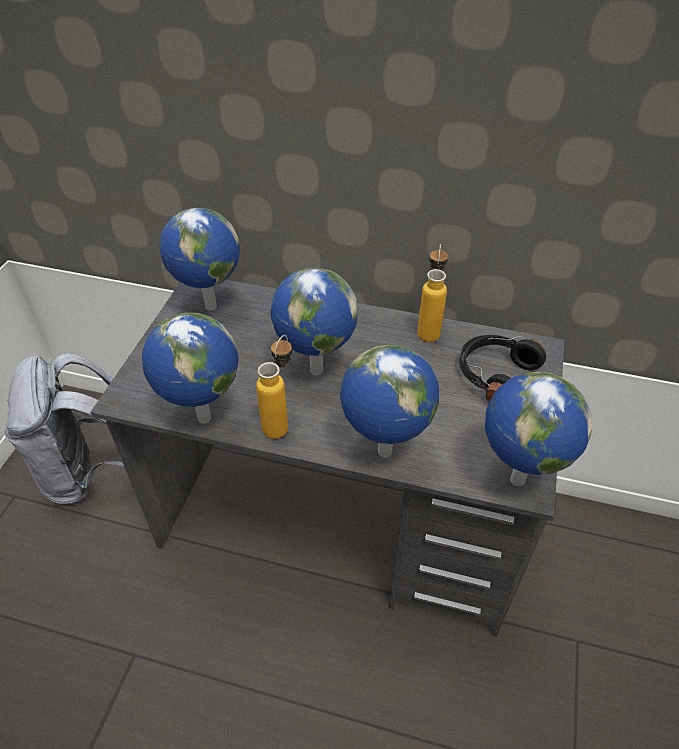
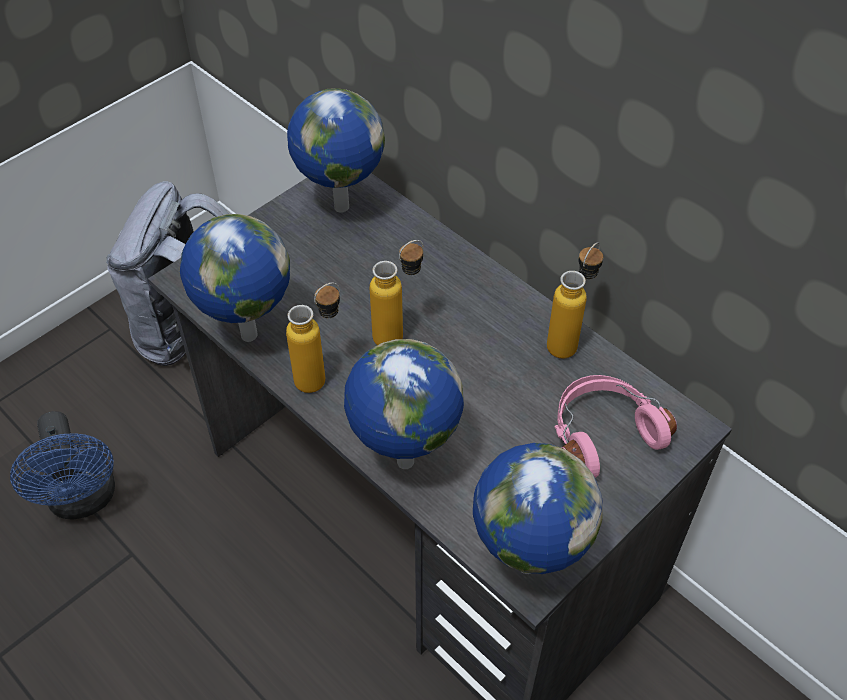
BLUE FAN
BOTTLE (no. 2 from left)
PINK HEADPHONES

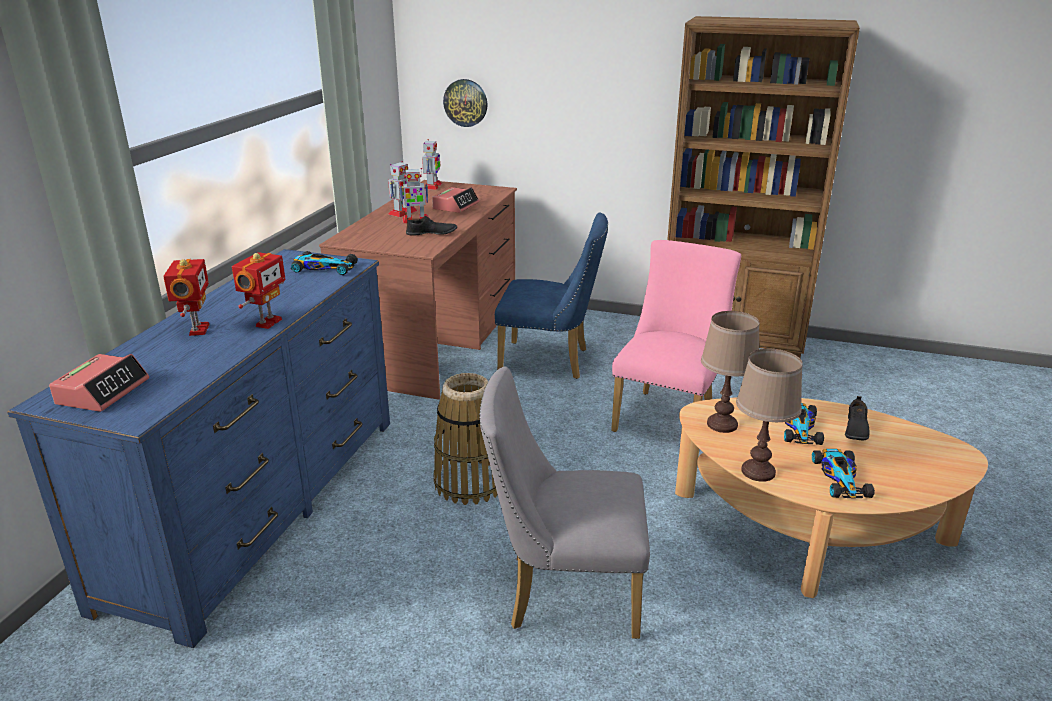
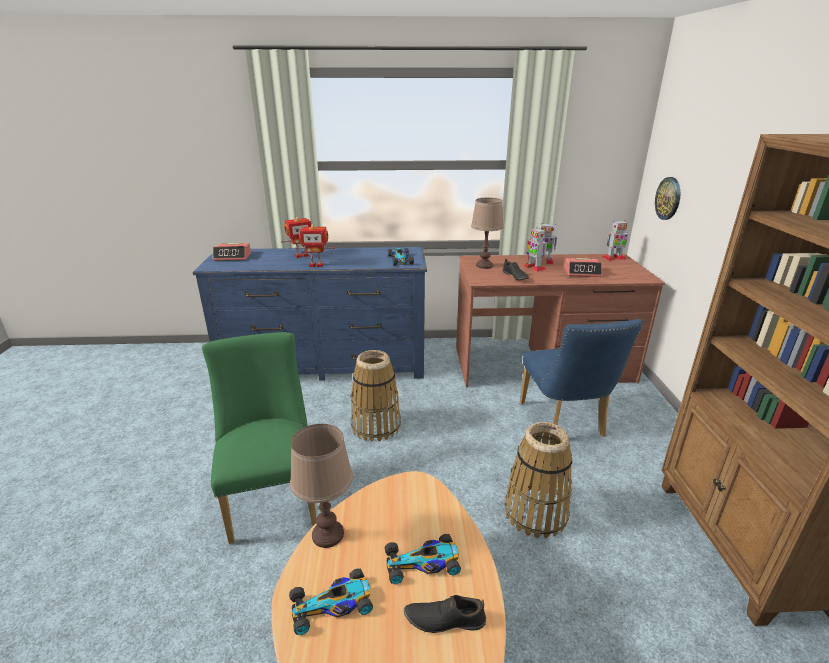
GREEN CHAIR
BROWN TABLE LAMP (no. 2 from left)
BASKET (no. 2 from left)

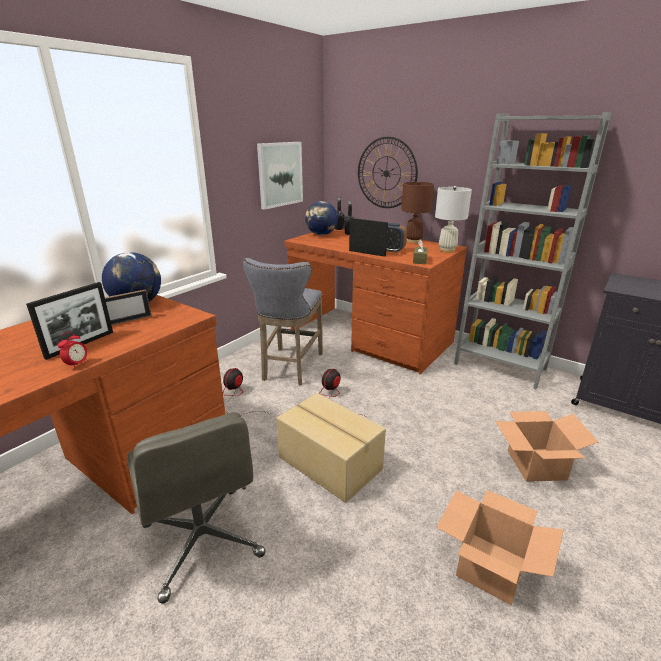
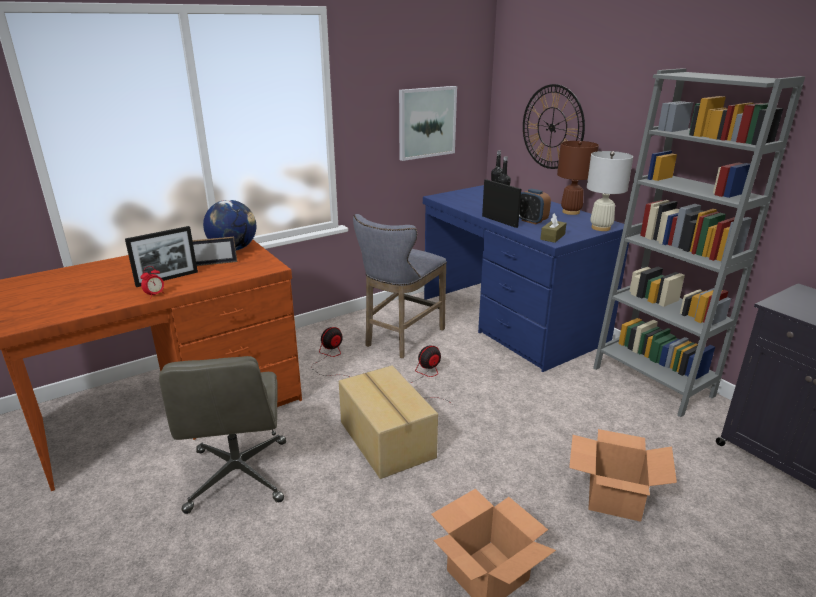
BLUE DESK
GLOBE (no. 2 from left in the first image)

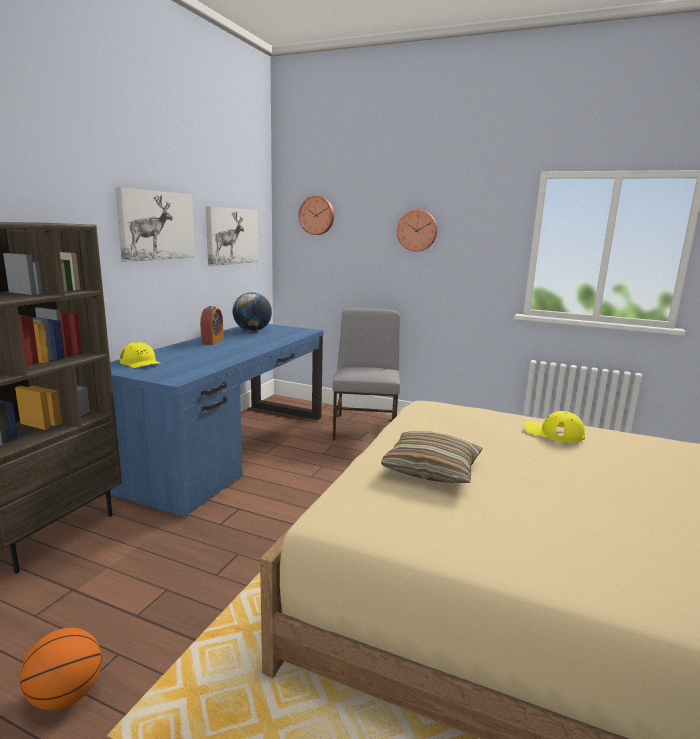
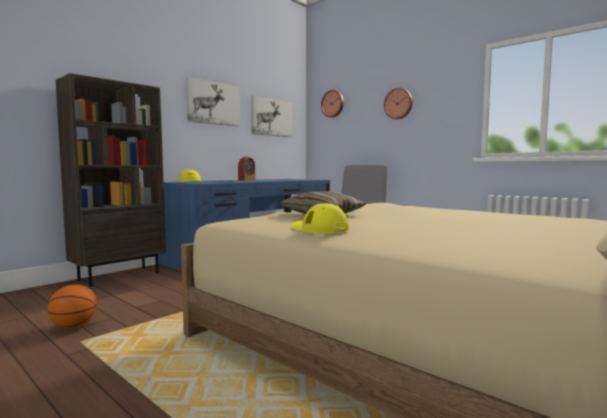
YELLOW CAP (no. 2 from left)
GLOBE

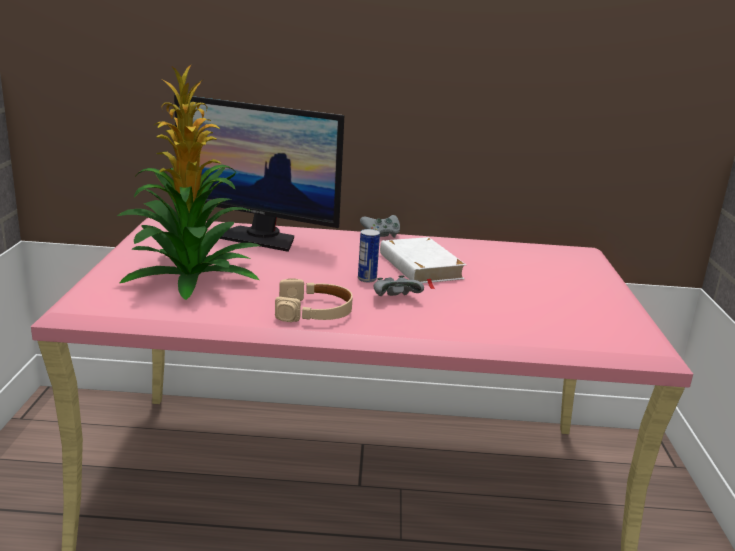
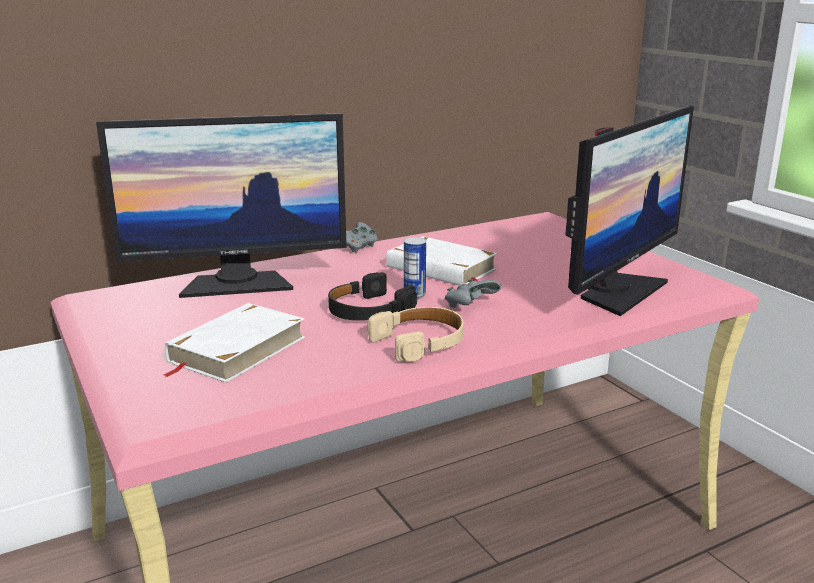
WHITE BOOK (no. 1 from left)
BLACK HEADPHONES
MONITOR (no. 2 from left)

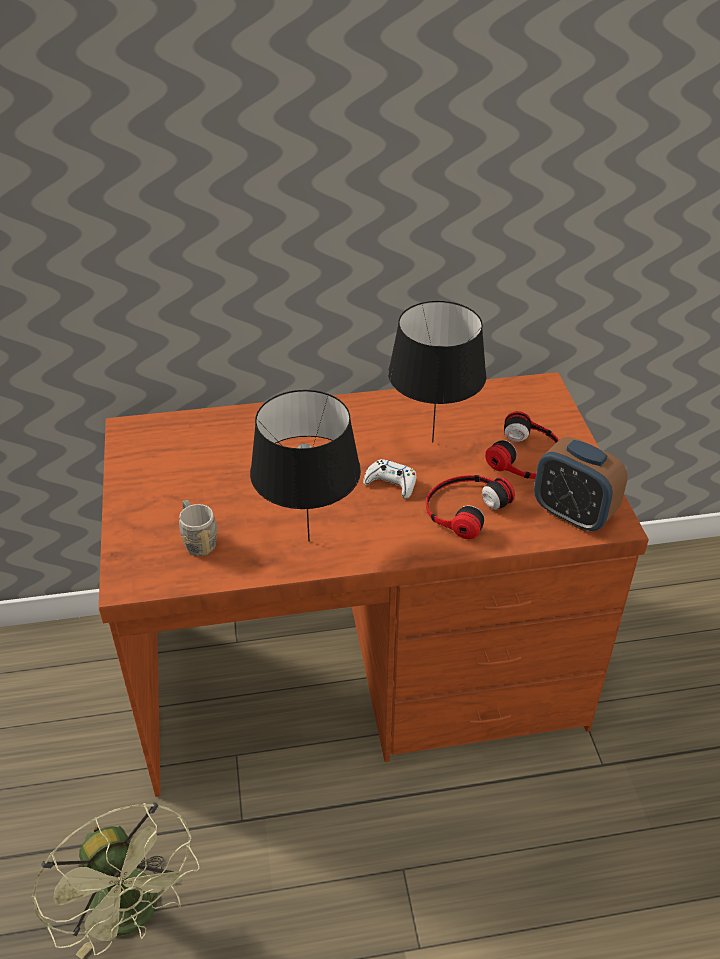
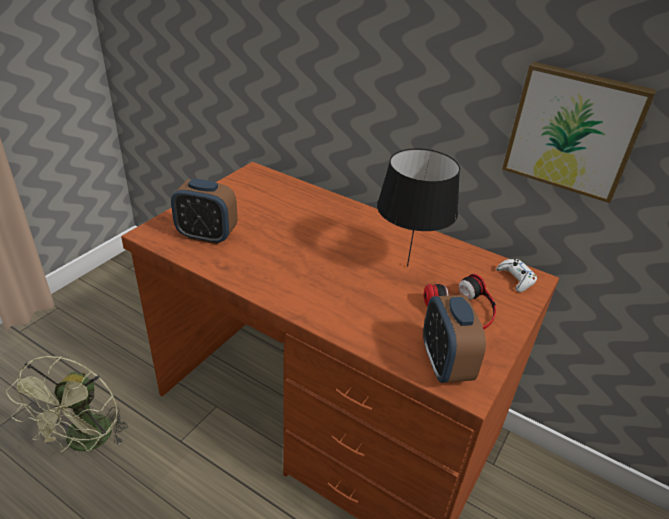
ALARM CLOCK (no. 1 from left)
WHITE GAME CONTROLLER
PICTURE
BLACK TABLE LAMP (no. 1 from left in the first image)
HEADPHONES (no. 1 from left in the first image)

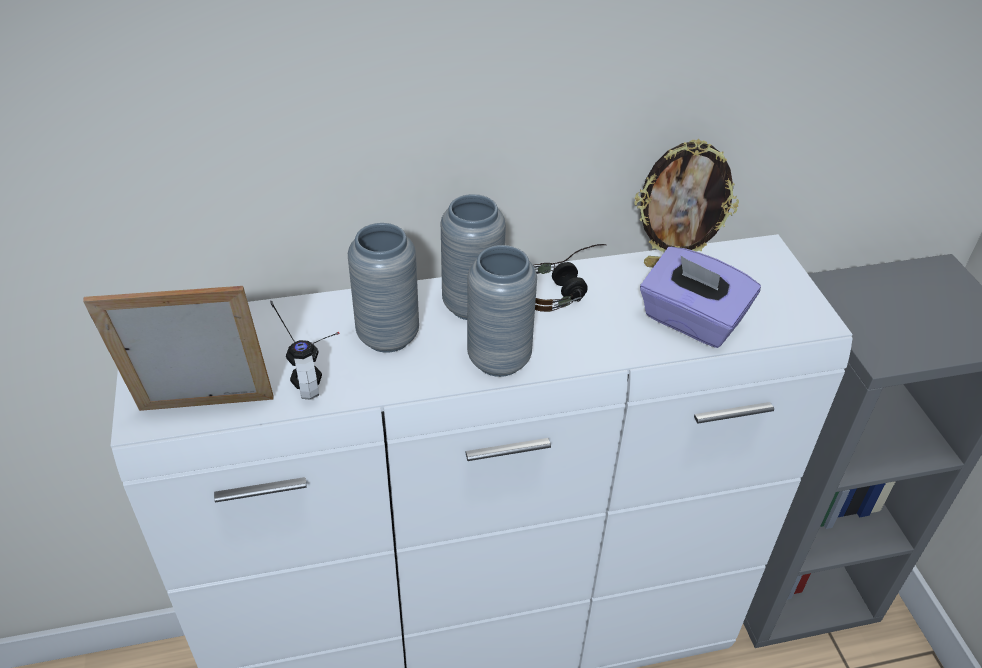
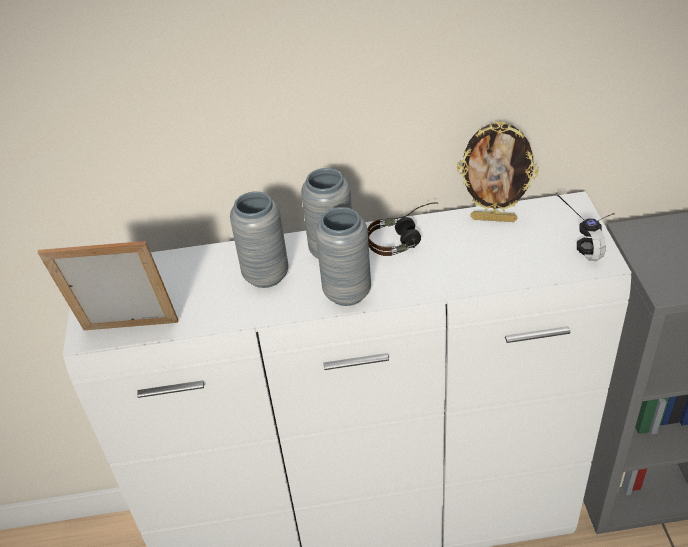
HEADPHONES (no. 2 from left)
PURPLE TISSUE BOX

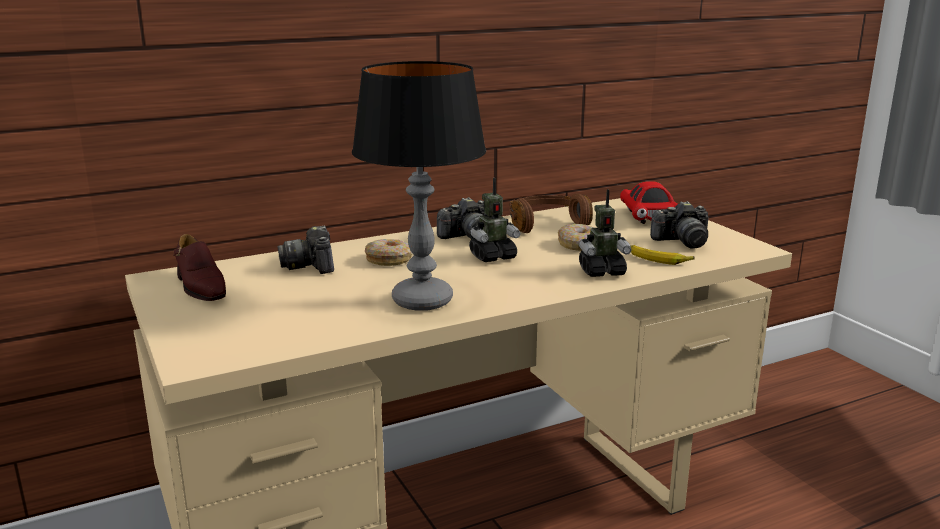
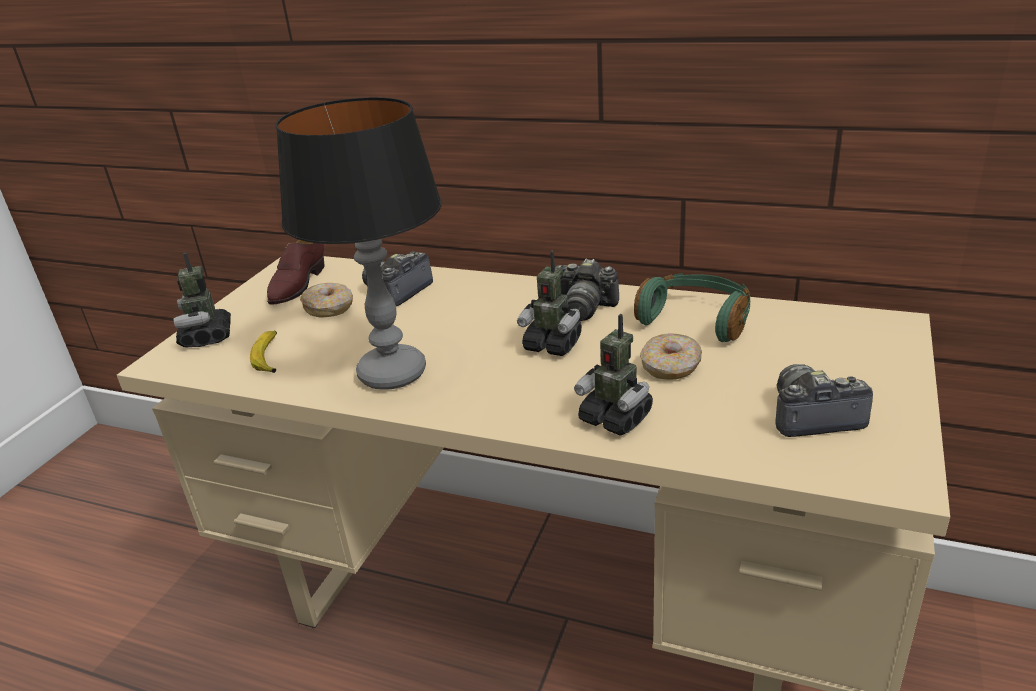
TOY ROBOT (no. 1 from left)
BANANA
DONUT (no. 1 from left)
GREEN HEADPHONES
PHOTO CAMERA (no. 3 from left)
RED TOY CAR

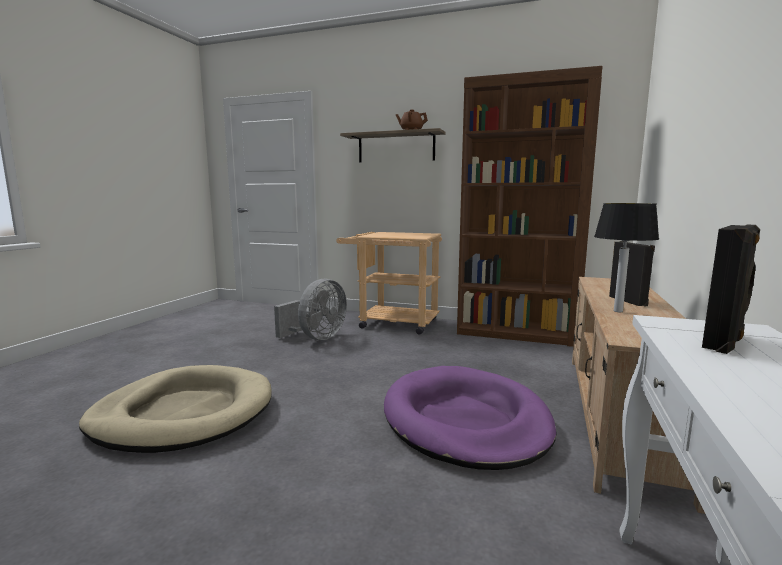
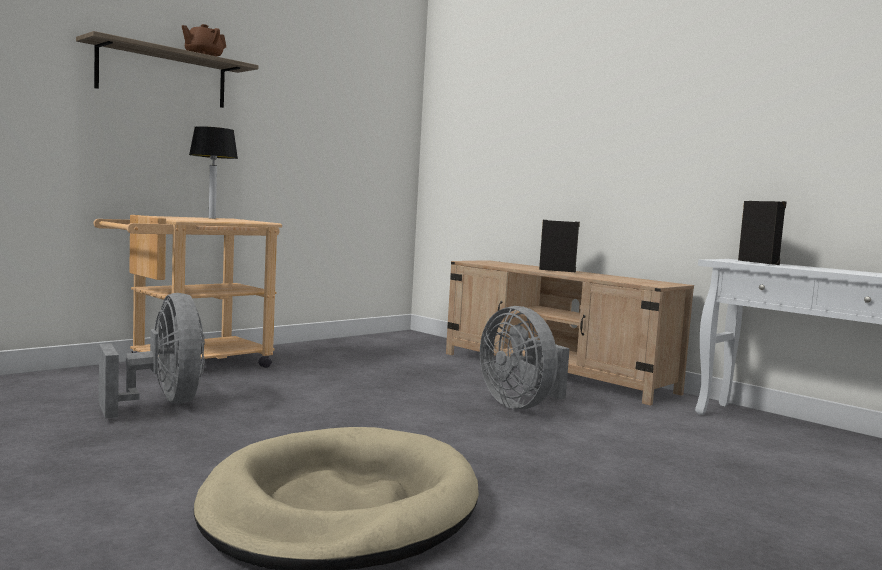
TABLE LAMP
GREY FAN (no. 2 from left)
BROWN BOOKCASE

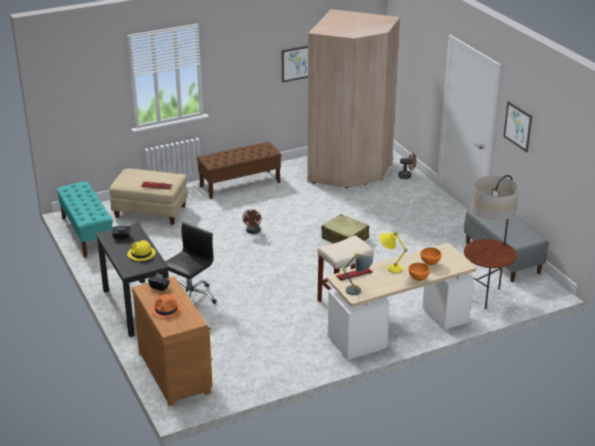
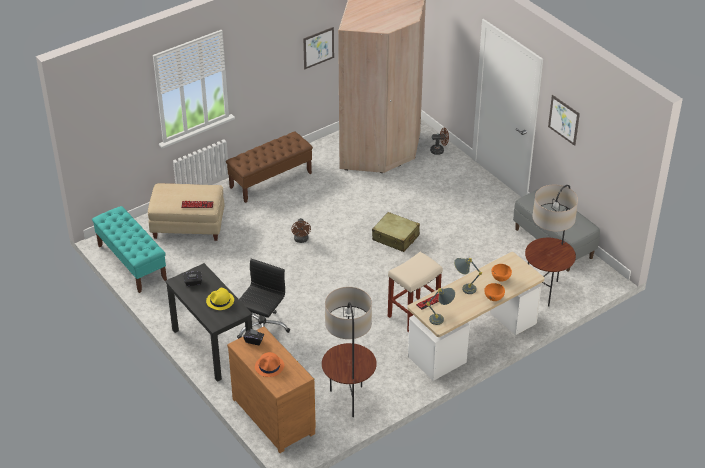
FLOOR LAMP (no. 1 from left)
GREY TABLE LAMP (no. 2 from left)

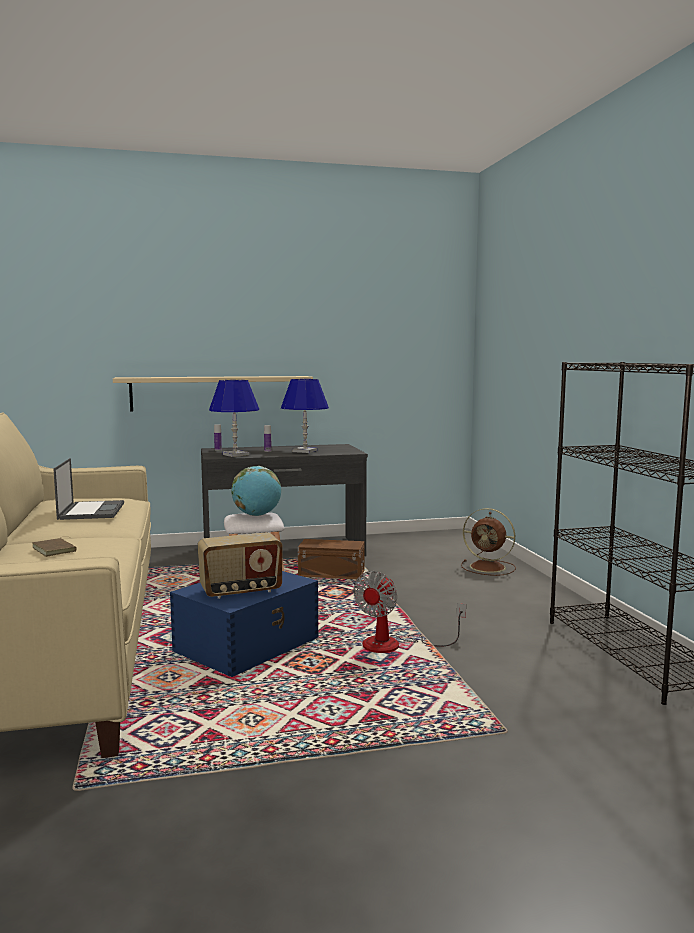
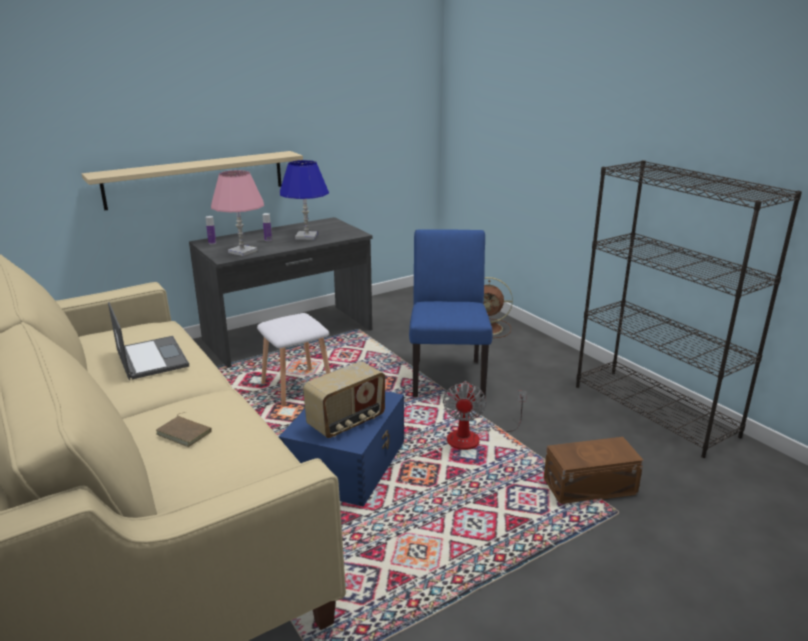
PINK TABLE LAMP
BLUE CHAIR
BROWN STORAGE BOX
GLOBE

